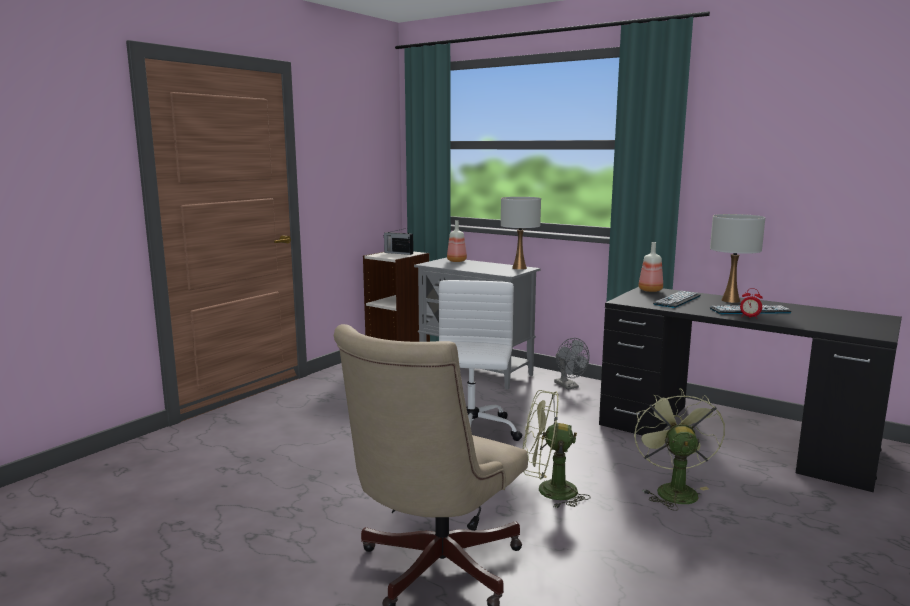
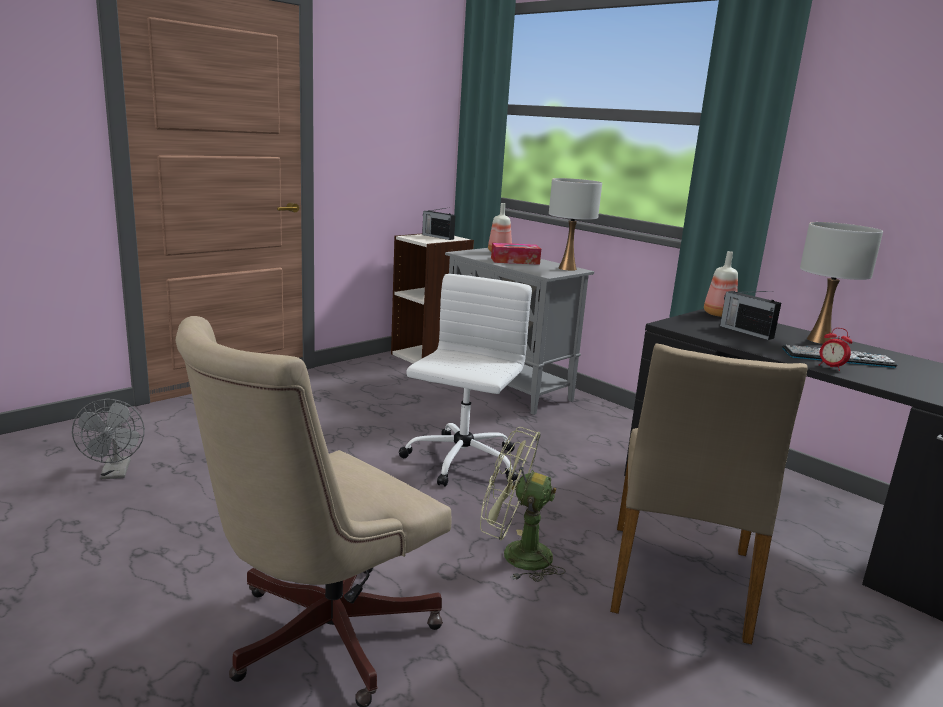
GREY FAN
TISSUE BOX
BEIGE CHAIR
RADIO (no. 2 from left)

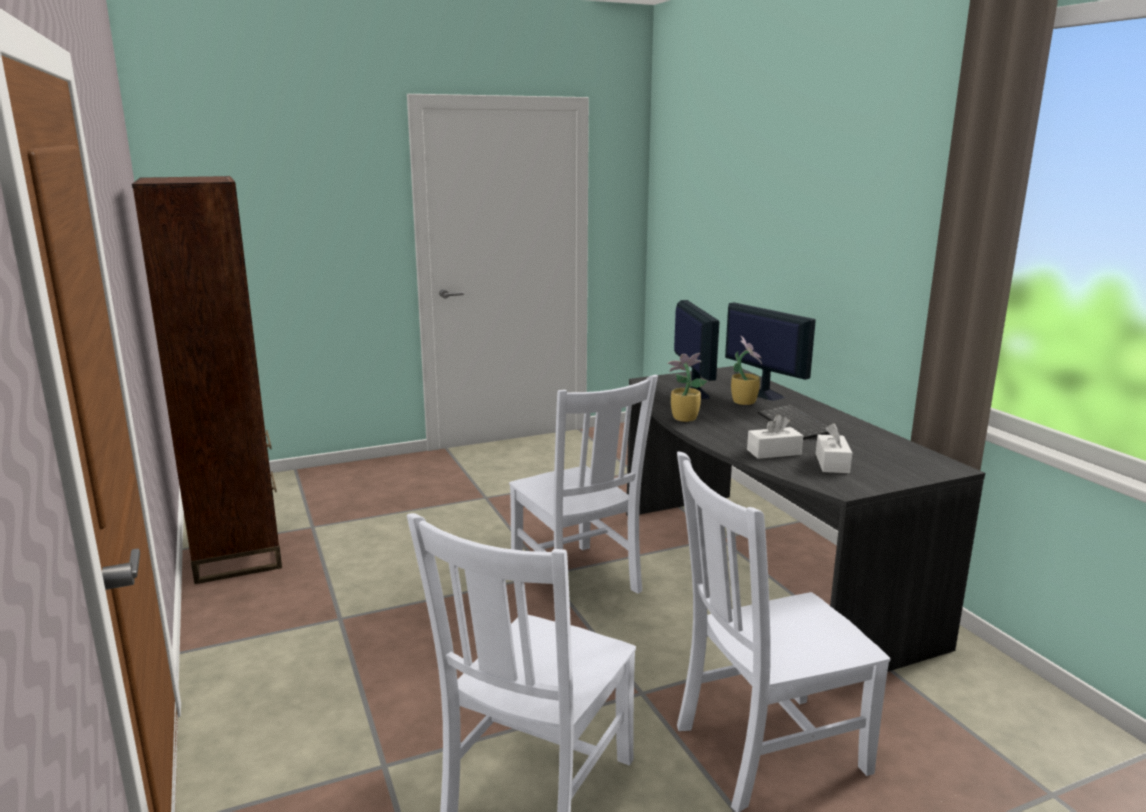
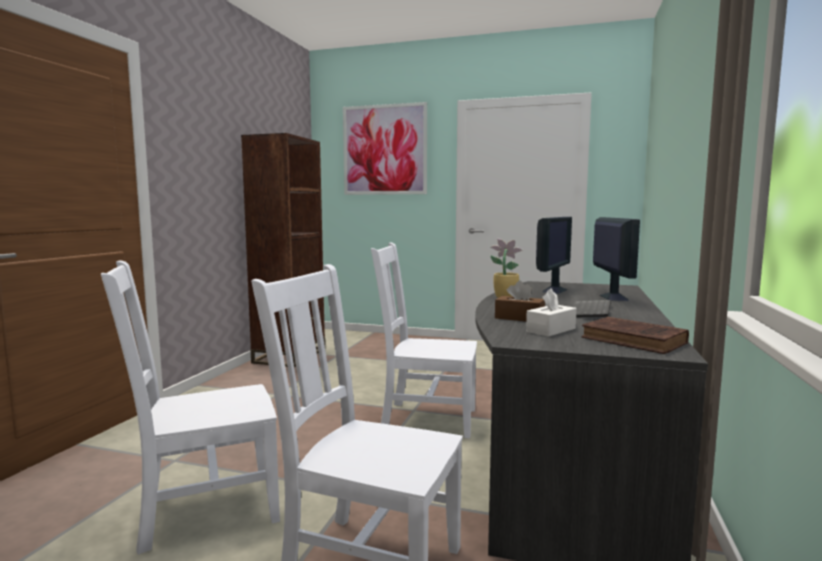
PICTURE
WHITE CHAIR (no. 3 from left)
BROWN TISSUE BOX
BROWN BOOK
POTTED PLANT (no. 2 from left in the first image)

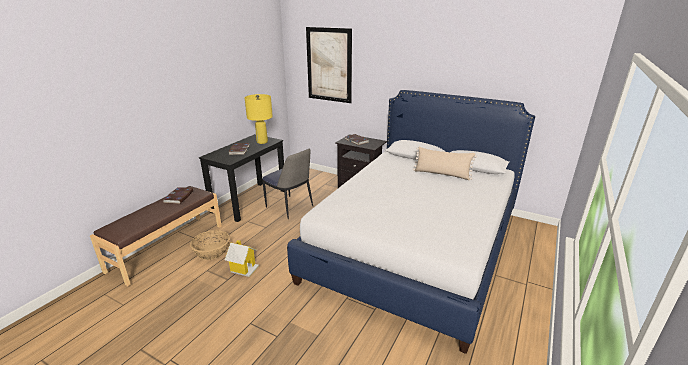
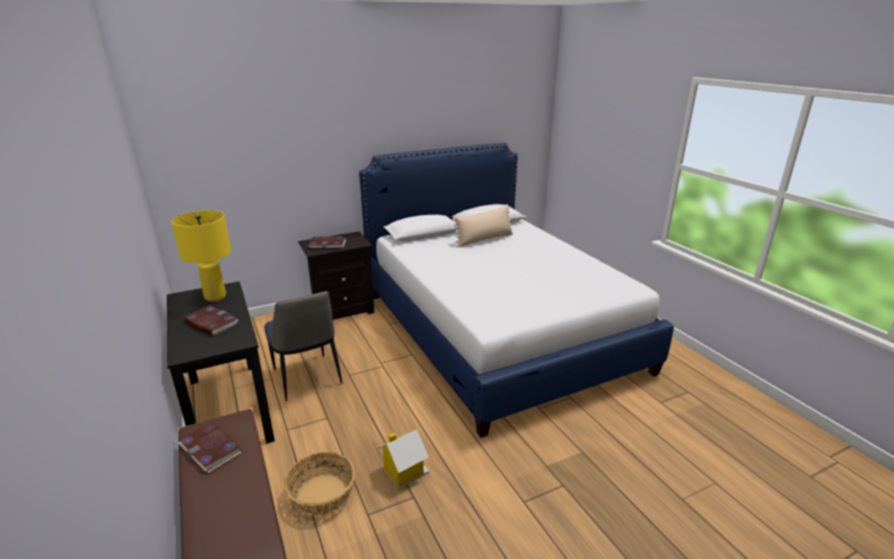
CHAIR
PICTURE

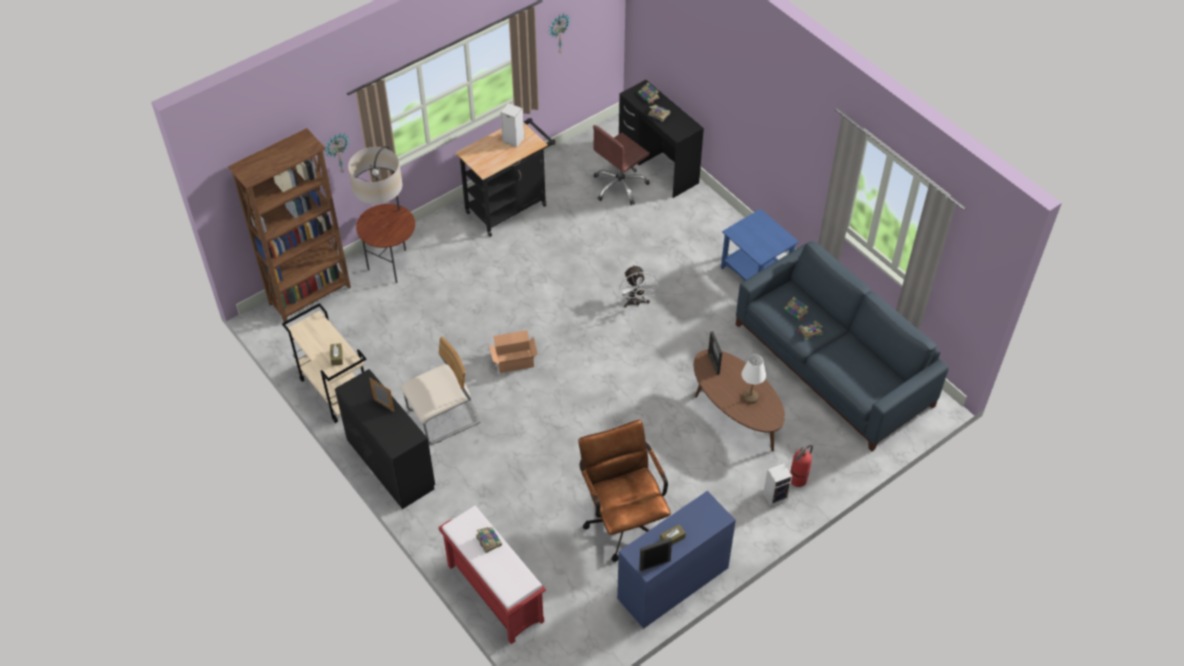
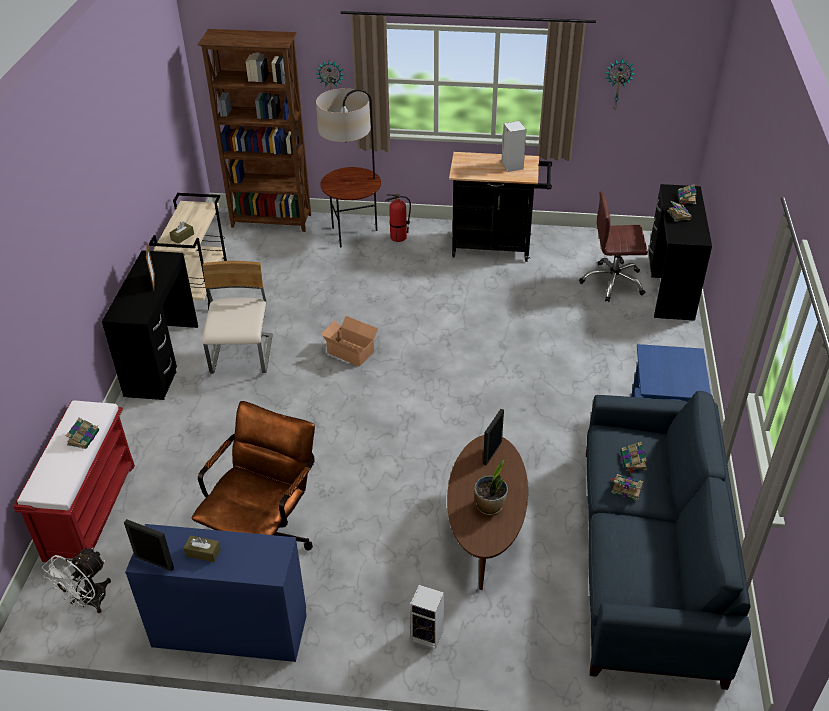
WHITE FAN
BEIGE CHAIR
FIRE EXTINGUISHER
POTTED PLANT

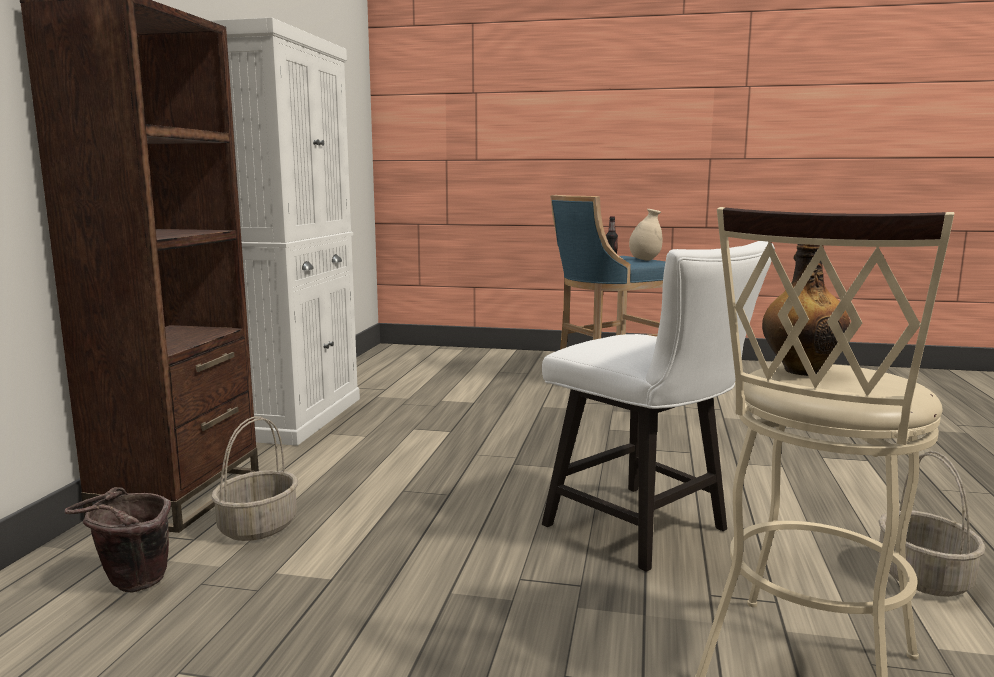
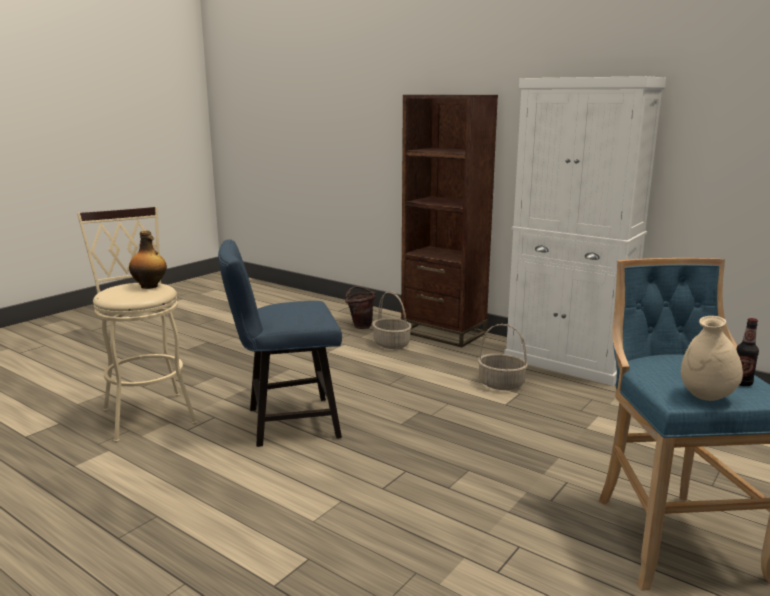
BLUE CHAIR
BASKET (no. 2 from left)

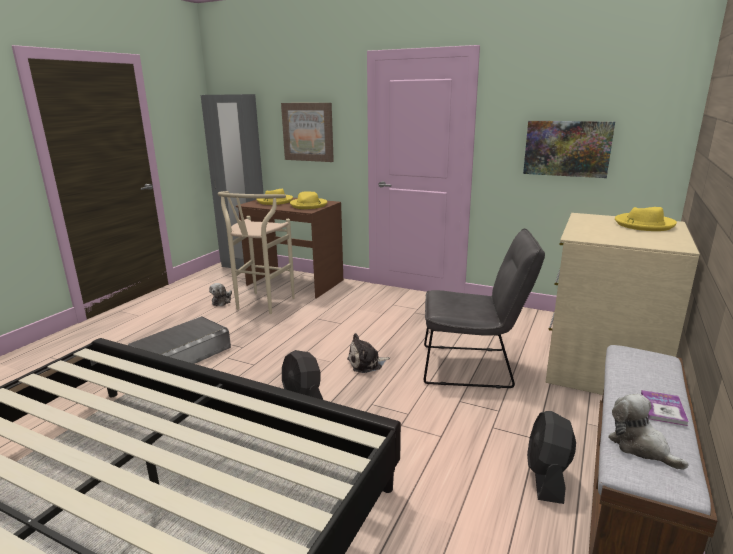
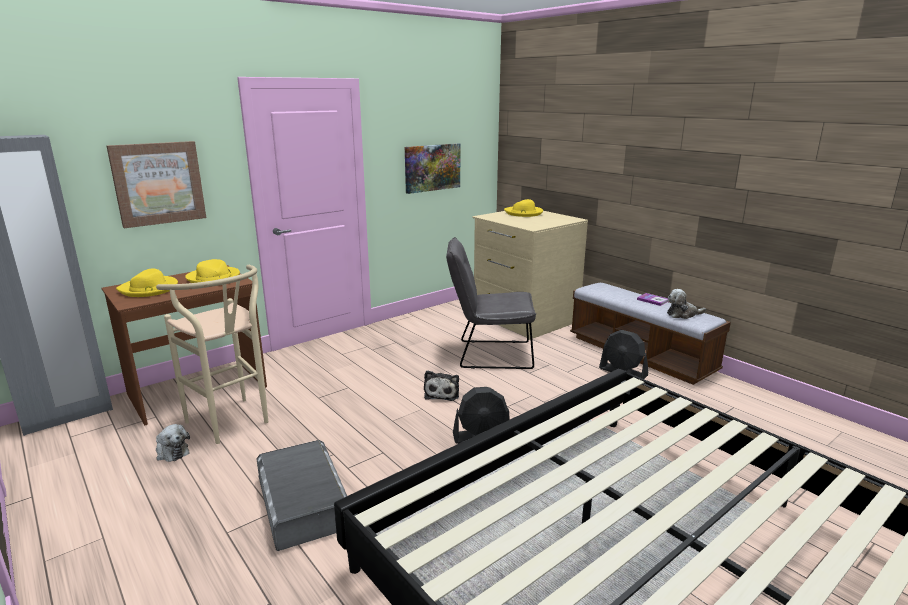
GREY CHAIR

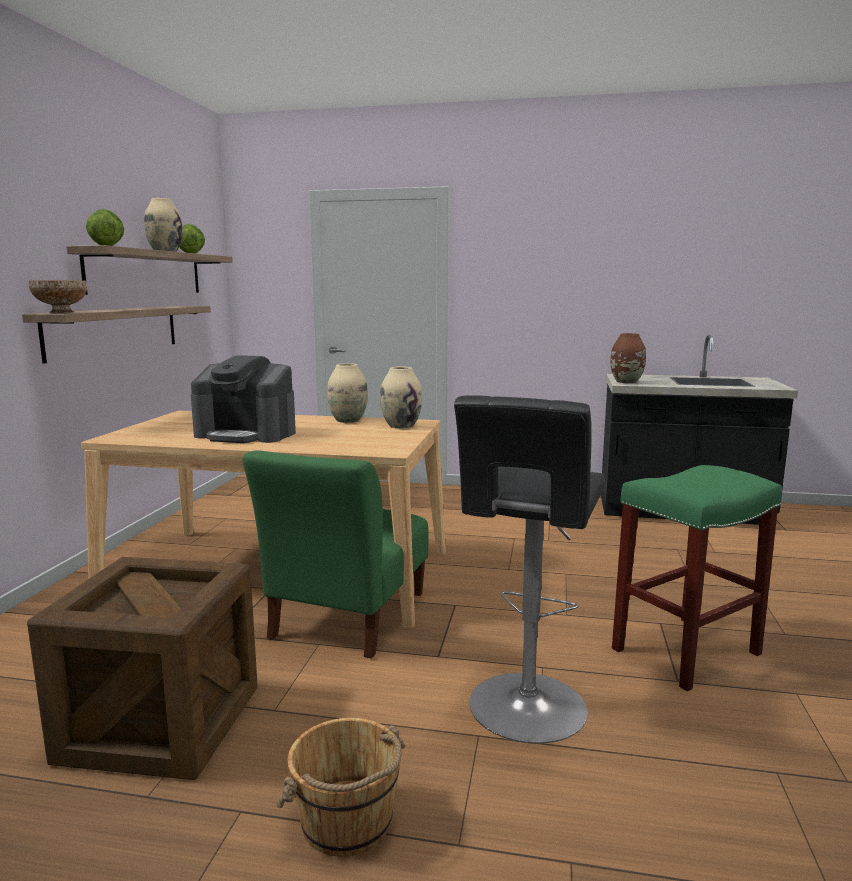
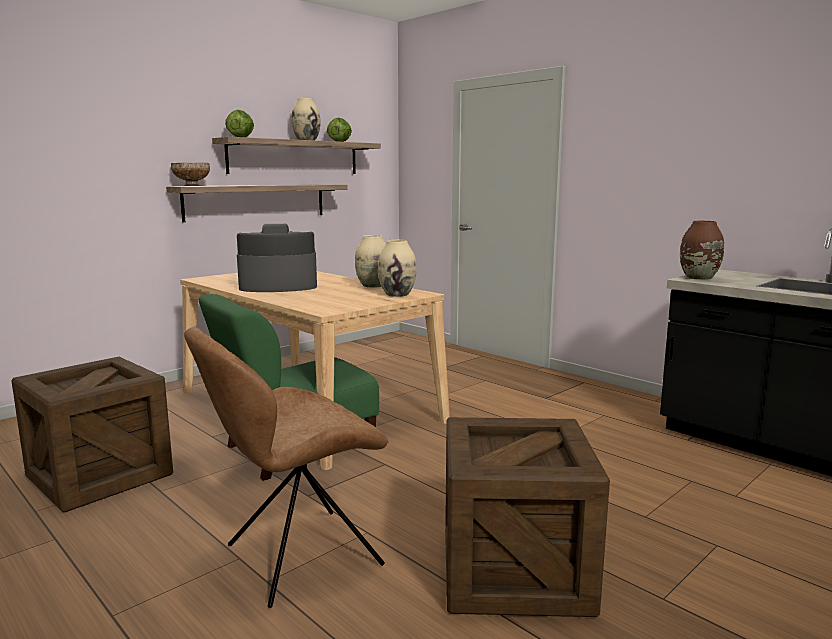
BROWN CHAIR
COFFEE MACHINE
CRATE (no. 2 from left)
BROWN BUCKET

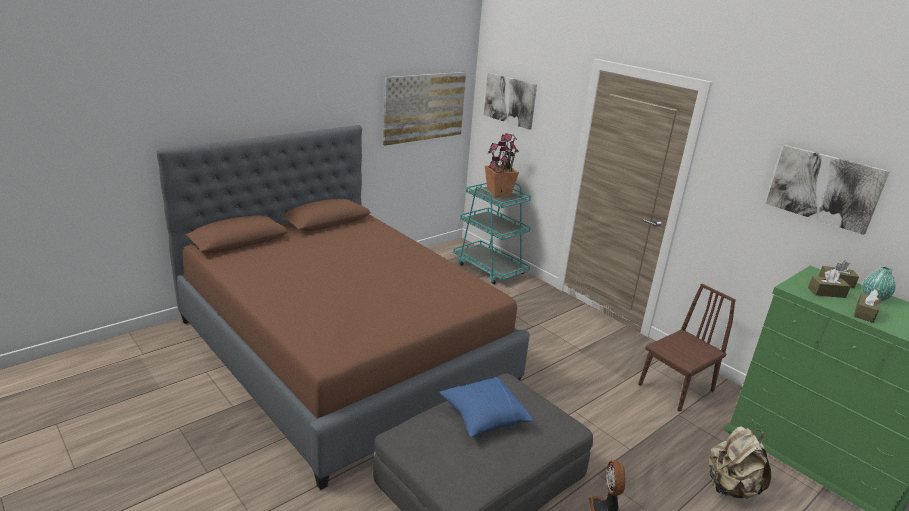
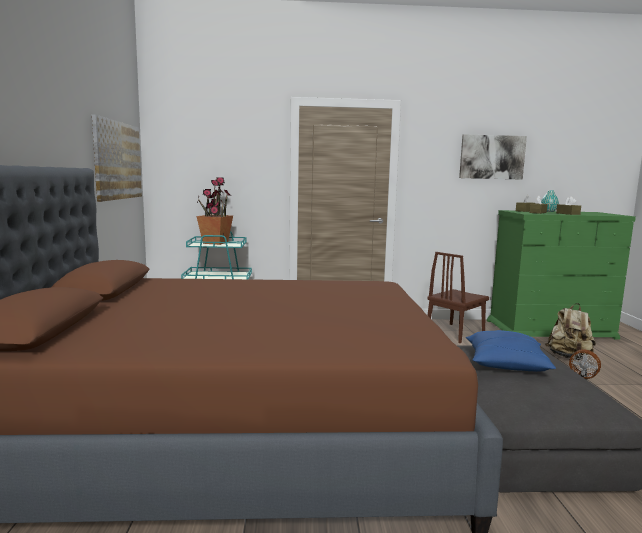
BROWN CHAIR
PICTURE (no. 2 from left in the first image)

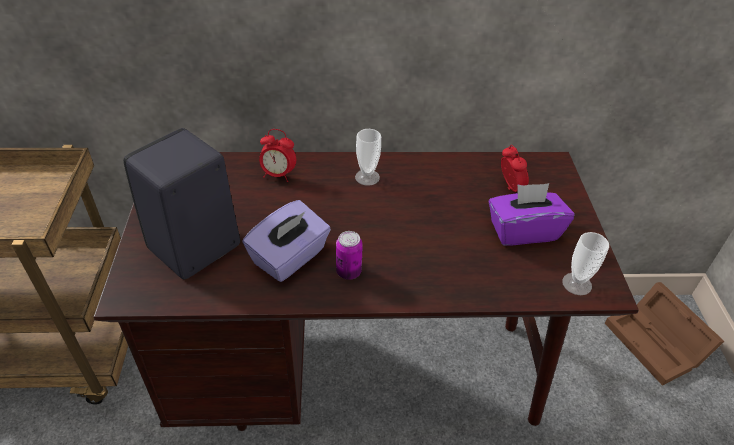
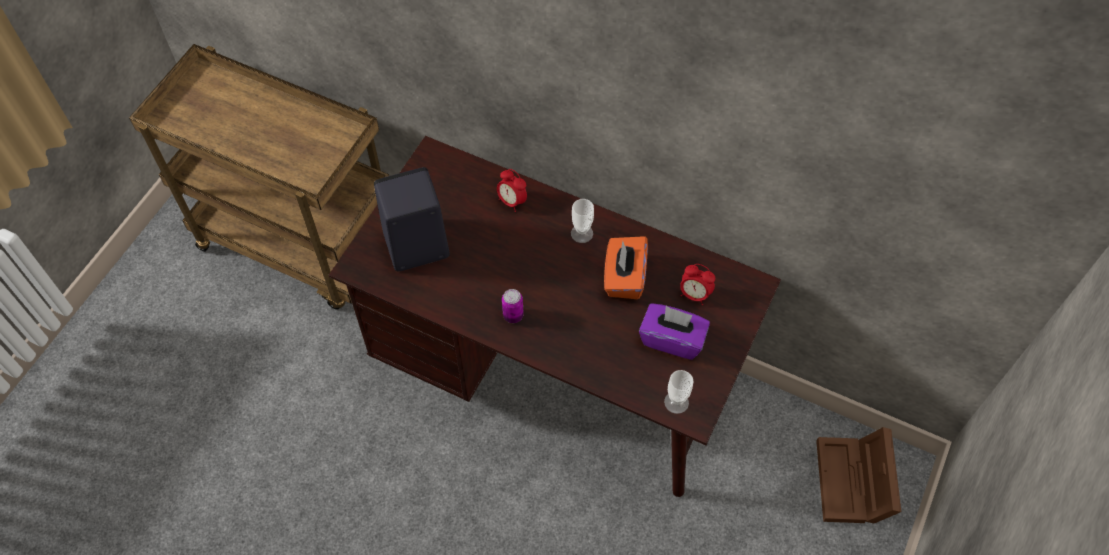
ORANGE TISSUE BOX
ALARM CLOCK (no. 2 from left)
PURPLE TISSUE BOX (no. 1 from left in the first image)

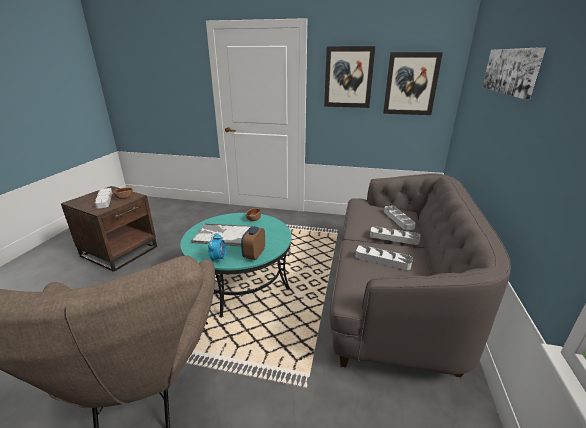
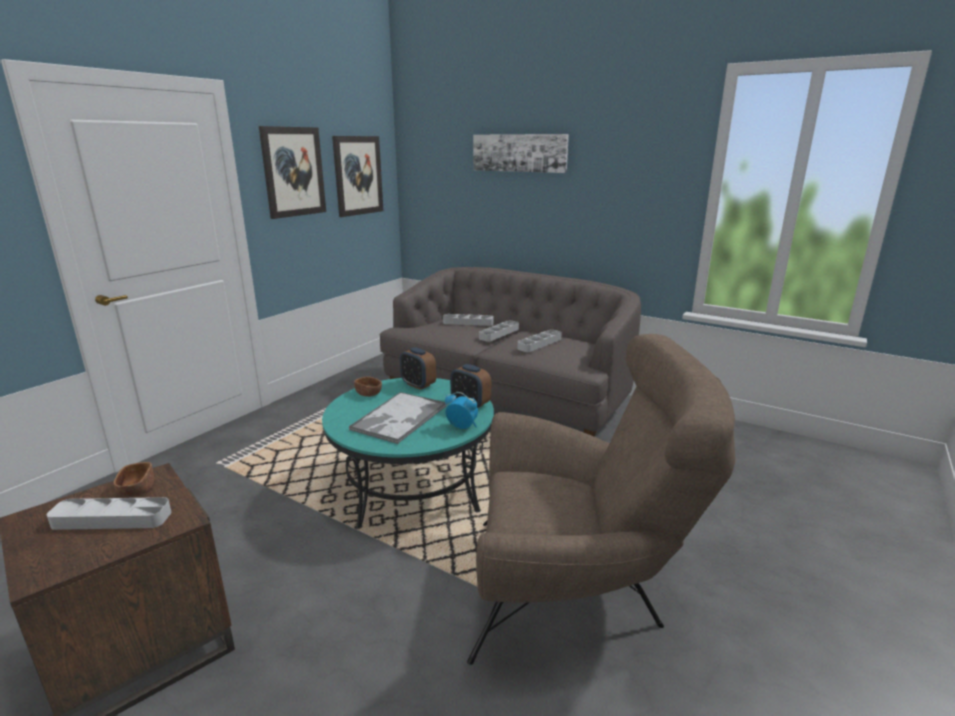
ALARM CLOCK (no. 1 from left)

